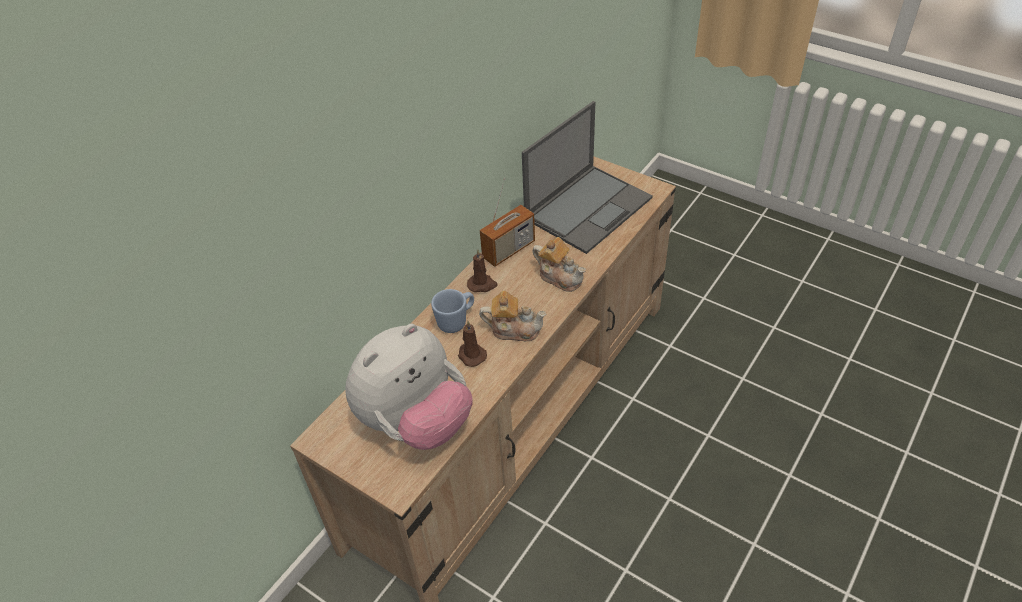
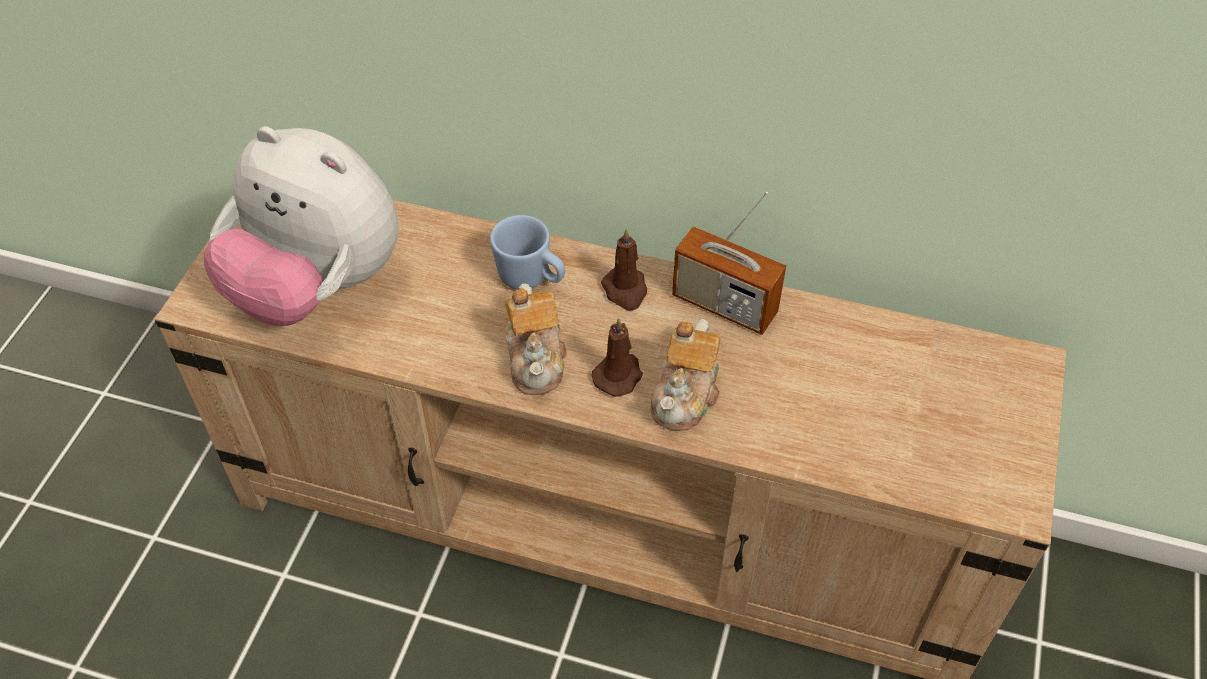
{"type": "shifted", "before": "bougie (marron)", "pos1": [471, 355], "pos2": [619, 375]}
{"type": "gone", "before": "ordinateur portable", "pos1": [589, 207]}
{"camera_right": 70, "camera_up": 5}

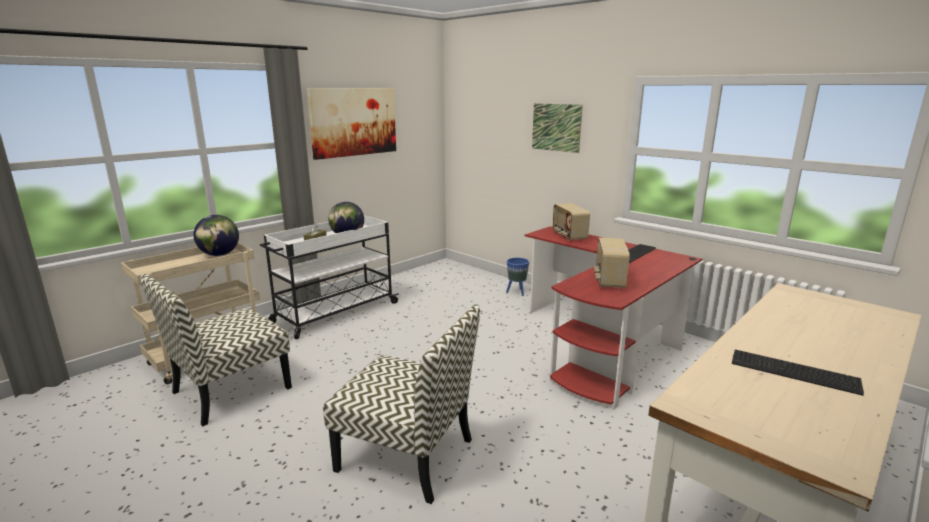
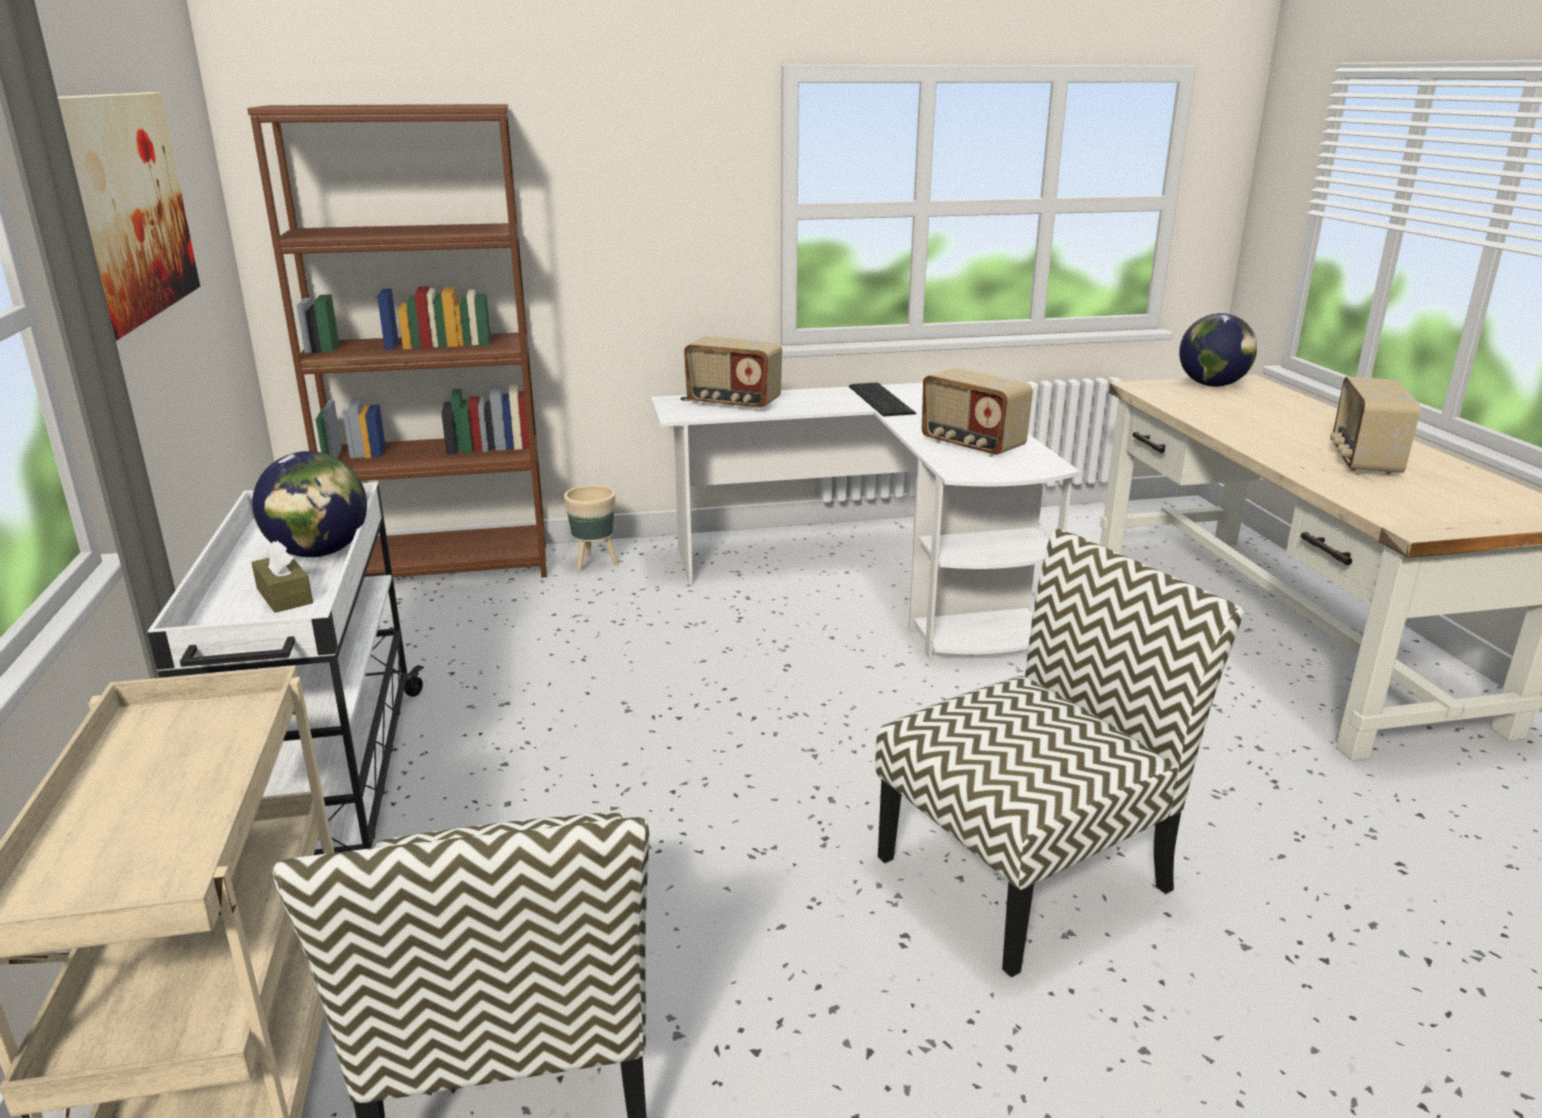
{"type": "new", "after": "bibliothèque (marron)", "pos2": [446, 568]}
{"type": "repainted", "before": "cache-pot (bleu)", "after": "cache-pot (beige)", "pos1": [516, 292], "pos2": [594, 564]}
{"type": "repainted", "before": "bureau (rouge)", "after": "bureau (blanc)", "pos1": [603, 345], "pos2": [876, 579]}
{"type": "shifted", "before": "globe", "pos1": [219, 254], "pos2": [1212, 385]}
{"type": "swapped", "before": "clavier", "after": "radio", "pos1": [795, 372], "pos2": [1363, 461]}
{"type": "gone", "before": "tableau", "pos1": [556, 127]}
{"camera_right": -55, "camera_up": 5}

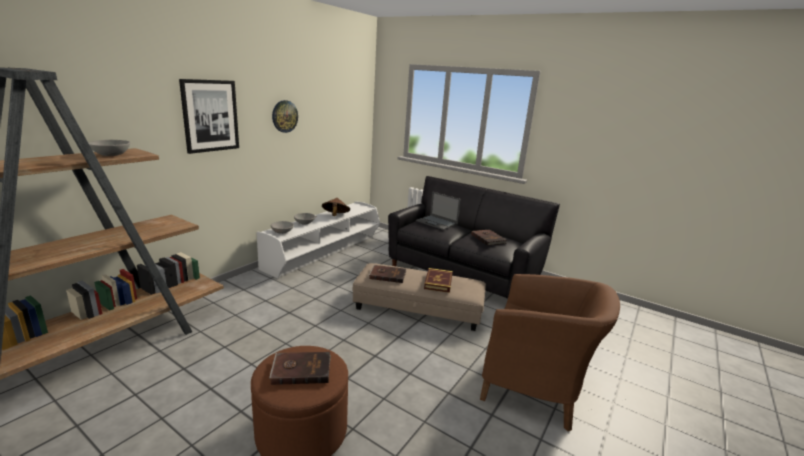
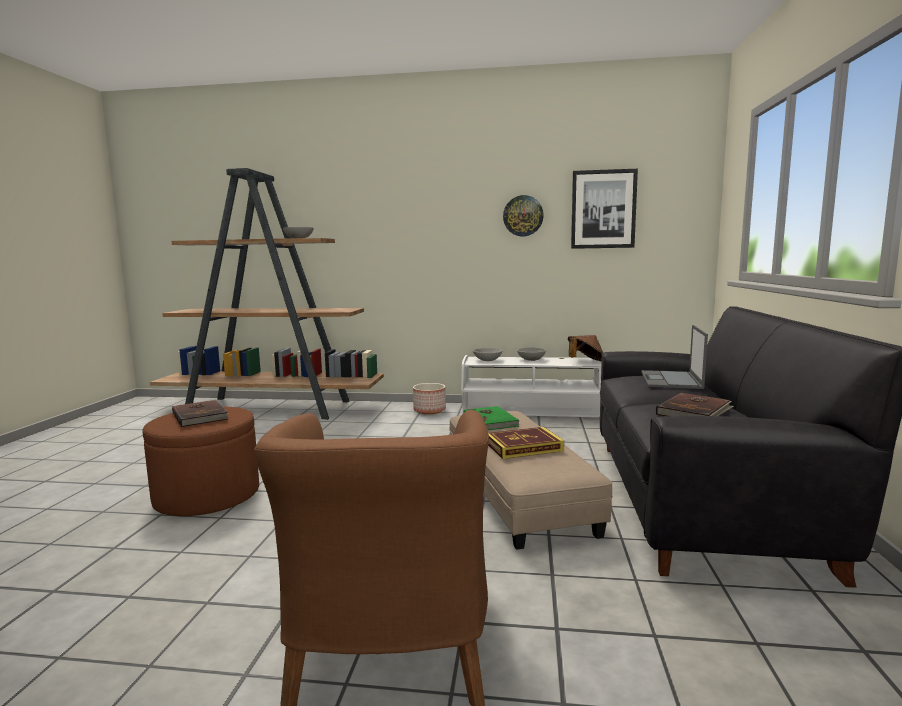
{"type": "new", "after": "cache-pot", "pos2": [430, 410]}
{"type": "repainted", "before": "livre (marron)", "after": "livre (vert)", "pos1": [387, 275], "pos2": [491, 421]}
{"type": "shifted", "before": "tableau", "pos1": [210, 116], "pos2": [603, 209]}
{"camera_right": 65, "camera_up": -10}

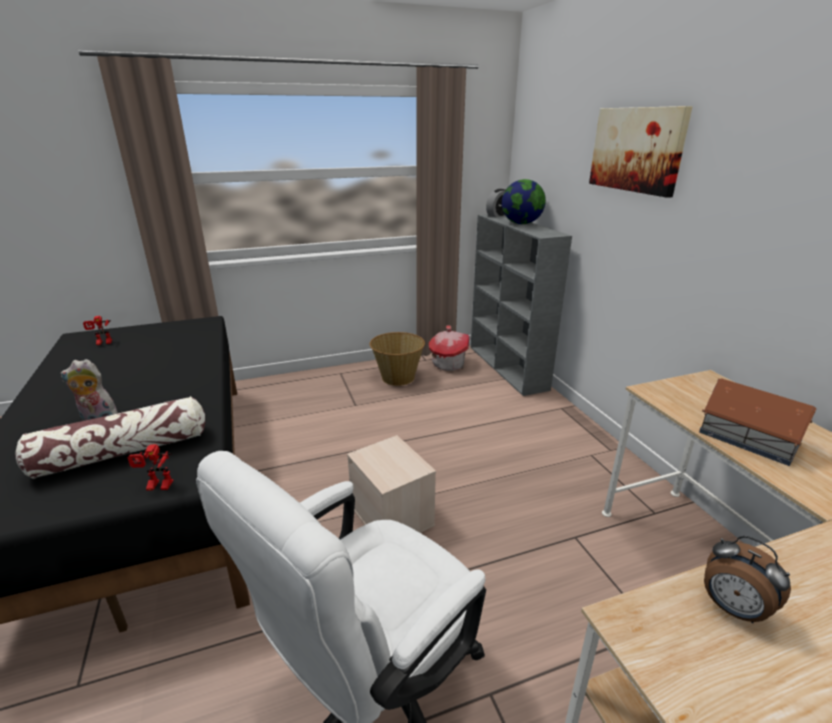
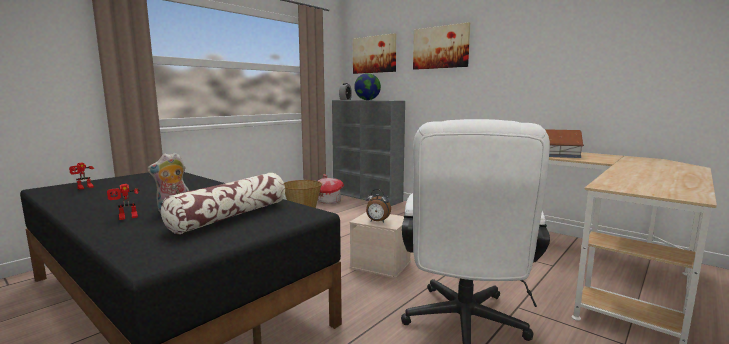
{"type": "shifted", "before": "robot jouet", "pos1": [157, 487], "pos2": [127, 218]}
{"type": "new", "after": "tableau", "pos2": [374, 54]}
{"type": "shifted", "before": "réveil", "pos1": [732, 608], "pos2": [377, 221]}
{"camera_right": -30, "camera_up": -15}

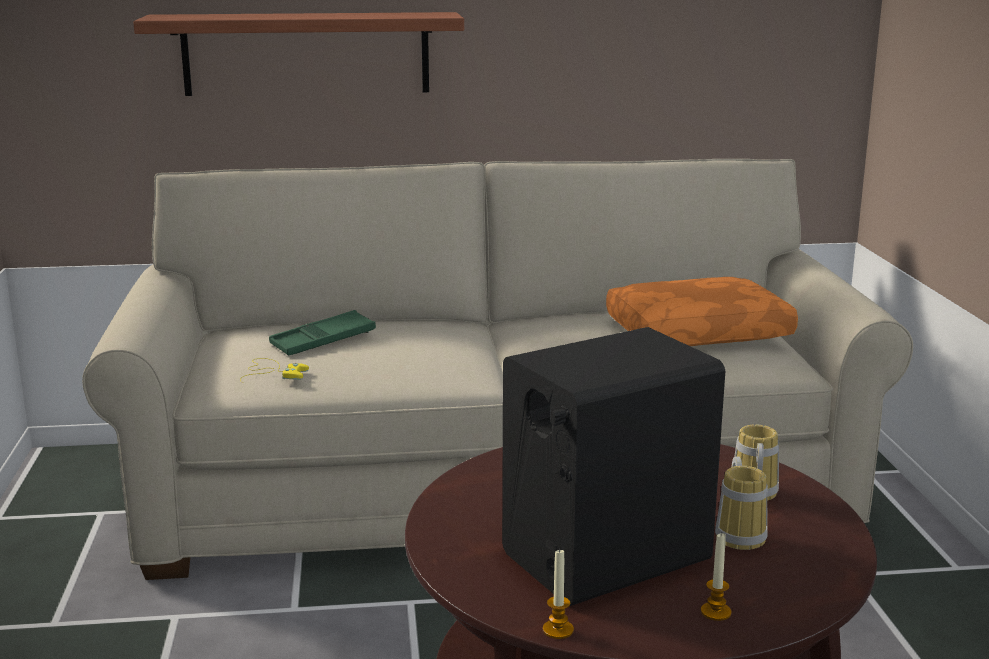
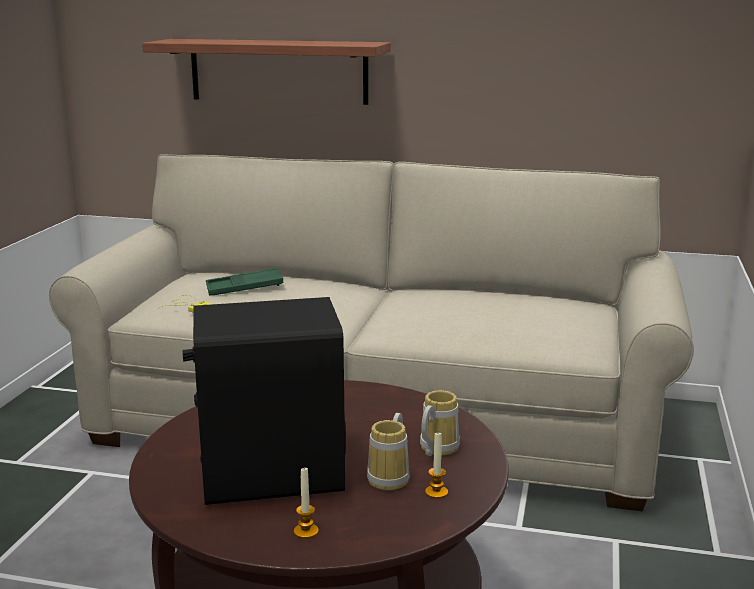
{"type": "shifted", "before": "bougie", "pos1": [558, 630], "pos2": [436, 492]}
{"type": "gone", "before": "coussin (orange)", "pos1": [698, 332]}
{"camera_right": 20, "camera_up": 0}

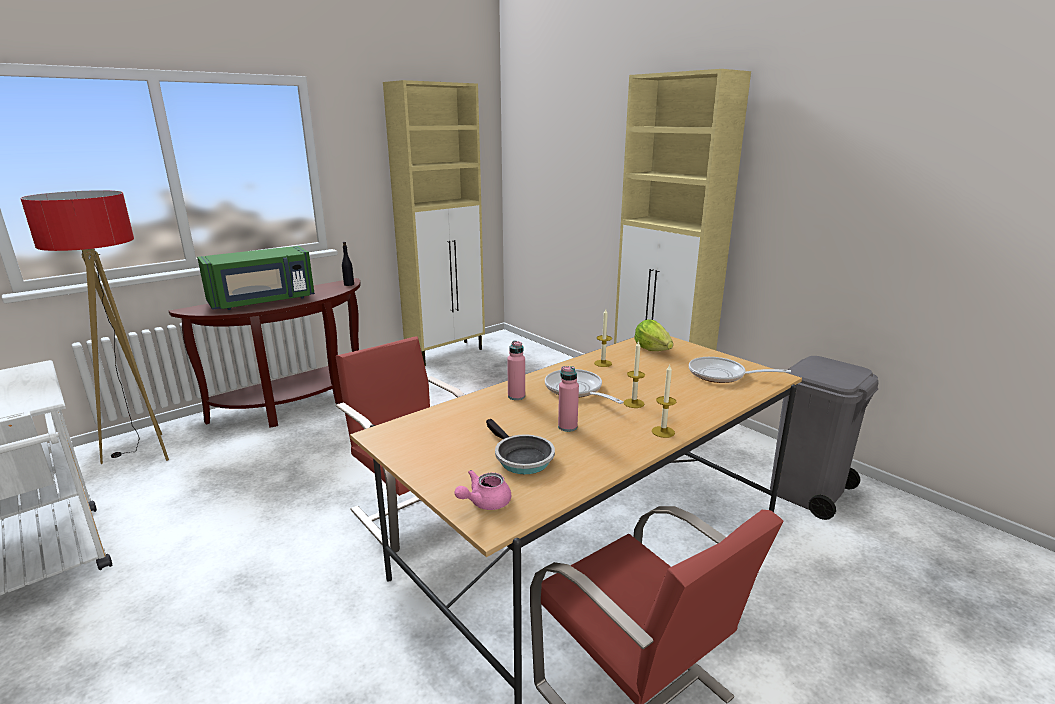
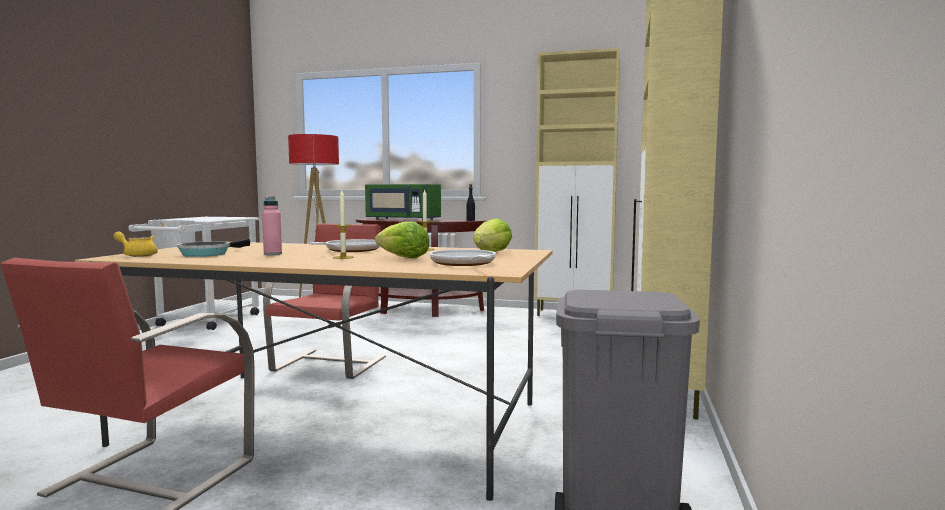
{"type": "repainted", "before": "théière (rose)", "after": "théière (jaune)", "pos1": [484, 502], "pos2": [137, 255]}
{"type": "new", "after": "laitue", "pos2": [403, 258]}
{"type": "gone", "before": "bouteille (rose)", "pos1": [516, 396]}
{"type": "gone", "before": "bougie", "pos1": [663, 432]}
{"camera_right": 55, "camera_up": -15}

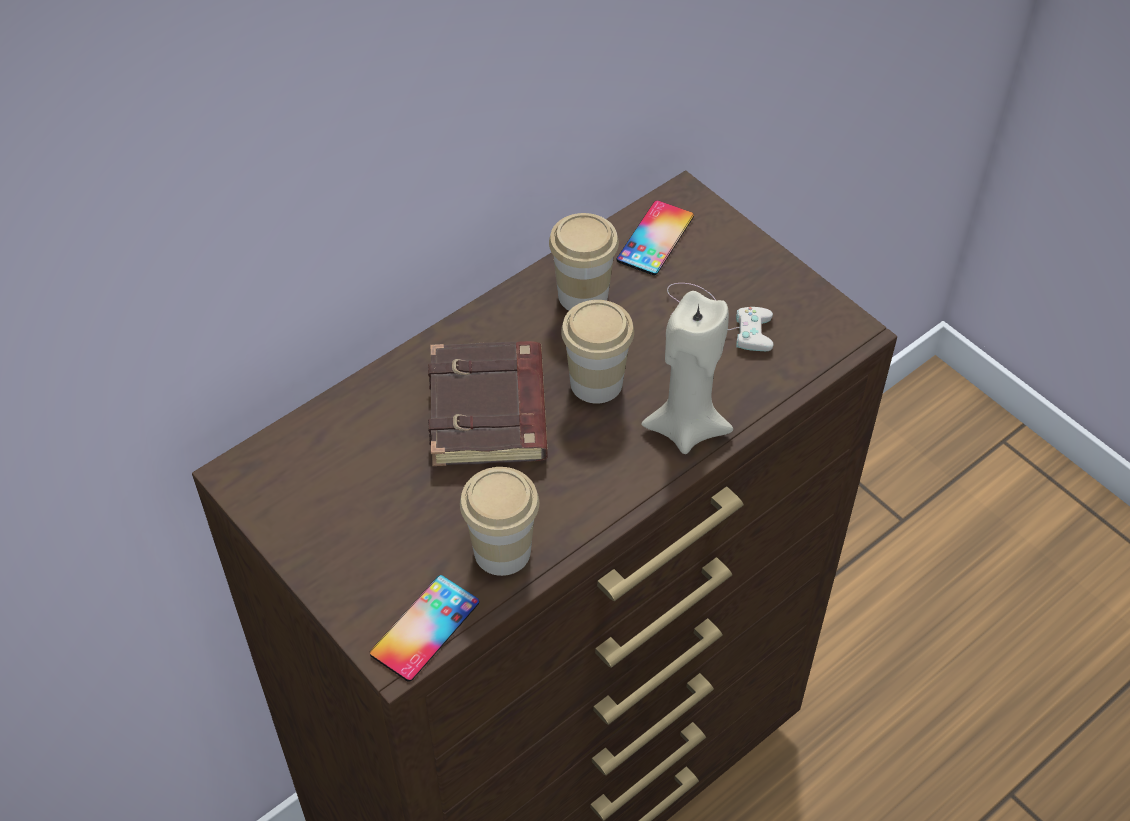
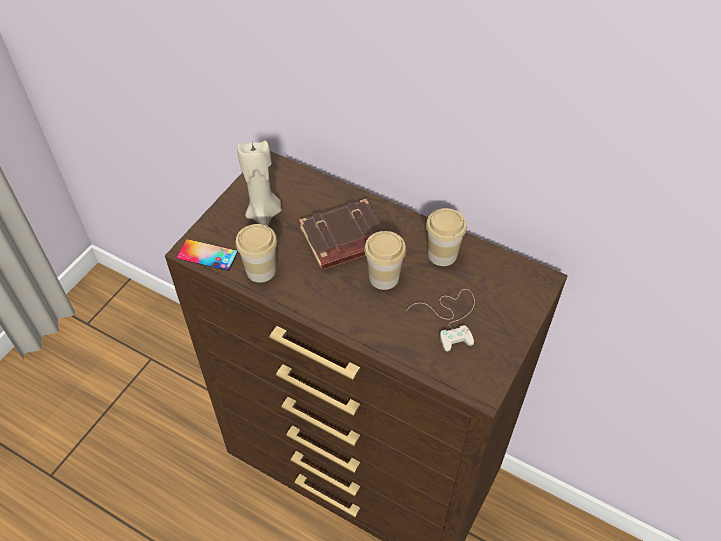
{"type": "shifted", "before": "bougie (beige)", "pos1": [686, 427], "pos2": [264, 214]}
{"type": "gone", "before": "téléphone", "pos1": [655, 238]}
{"camera_right": 70, "camera_up": 0}

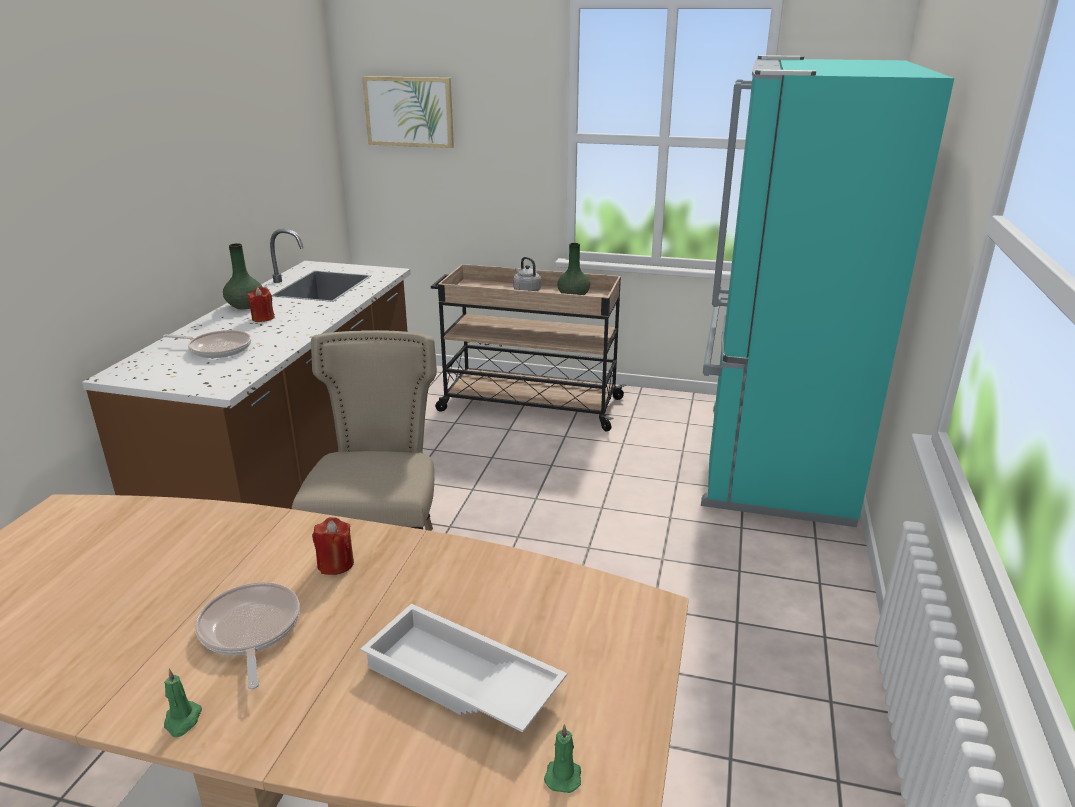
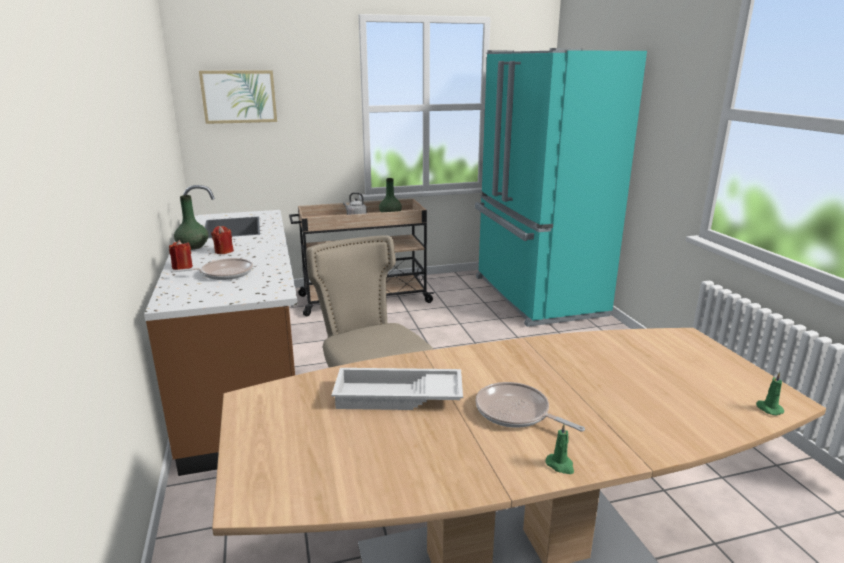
{"type": "shifted", "before": "bougie (rouge)", "pos1": [335, 564], "pos2": [182, 267]}
{"type": "shifted", "before": "plateau (blanc)", "pos1": [459, 682], "pos2": [397, 397]}
{"camera_right": -30, "camera_up": -5}

